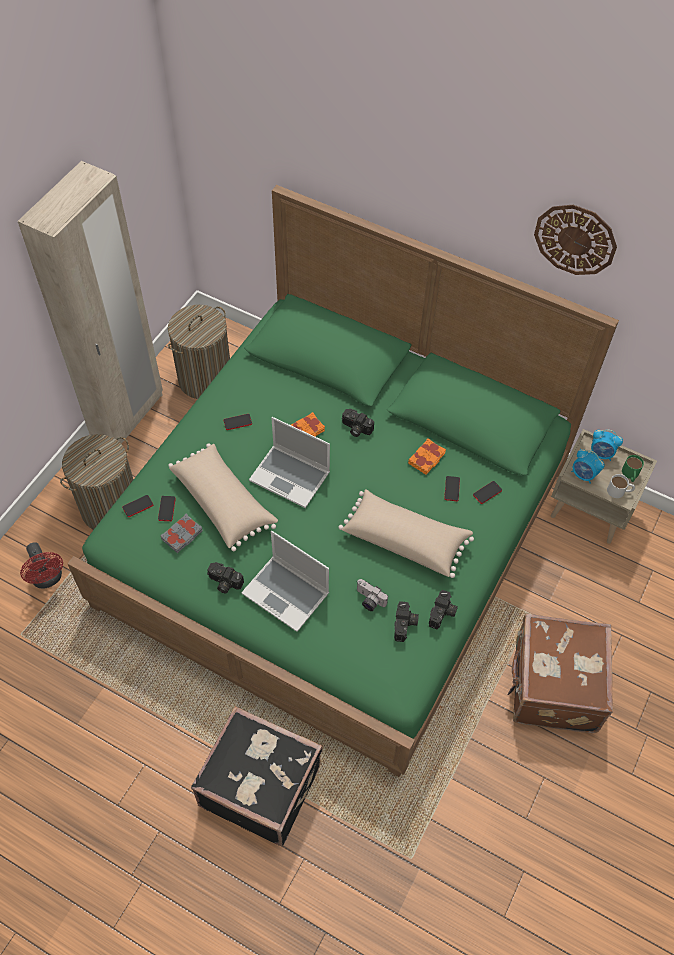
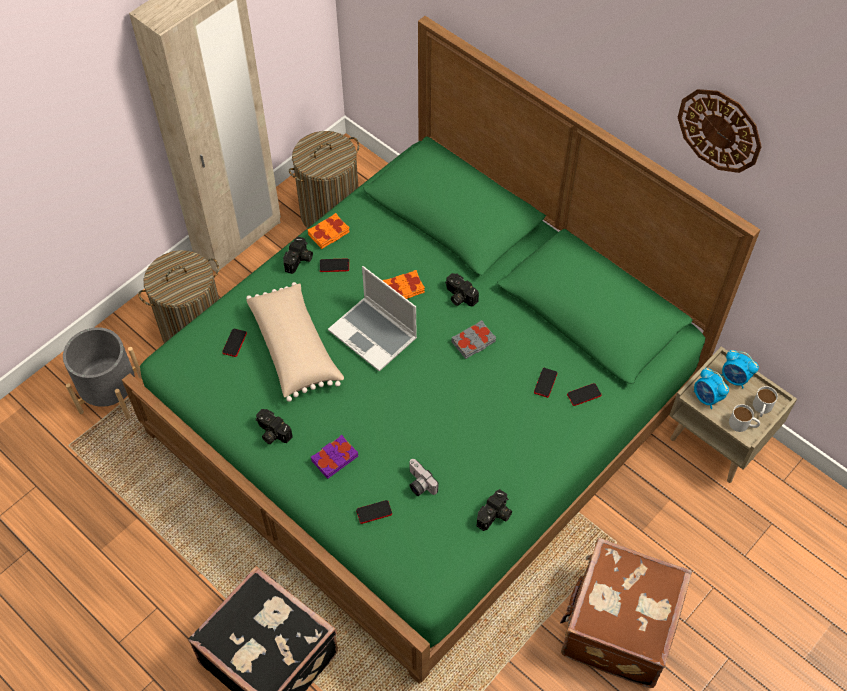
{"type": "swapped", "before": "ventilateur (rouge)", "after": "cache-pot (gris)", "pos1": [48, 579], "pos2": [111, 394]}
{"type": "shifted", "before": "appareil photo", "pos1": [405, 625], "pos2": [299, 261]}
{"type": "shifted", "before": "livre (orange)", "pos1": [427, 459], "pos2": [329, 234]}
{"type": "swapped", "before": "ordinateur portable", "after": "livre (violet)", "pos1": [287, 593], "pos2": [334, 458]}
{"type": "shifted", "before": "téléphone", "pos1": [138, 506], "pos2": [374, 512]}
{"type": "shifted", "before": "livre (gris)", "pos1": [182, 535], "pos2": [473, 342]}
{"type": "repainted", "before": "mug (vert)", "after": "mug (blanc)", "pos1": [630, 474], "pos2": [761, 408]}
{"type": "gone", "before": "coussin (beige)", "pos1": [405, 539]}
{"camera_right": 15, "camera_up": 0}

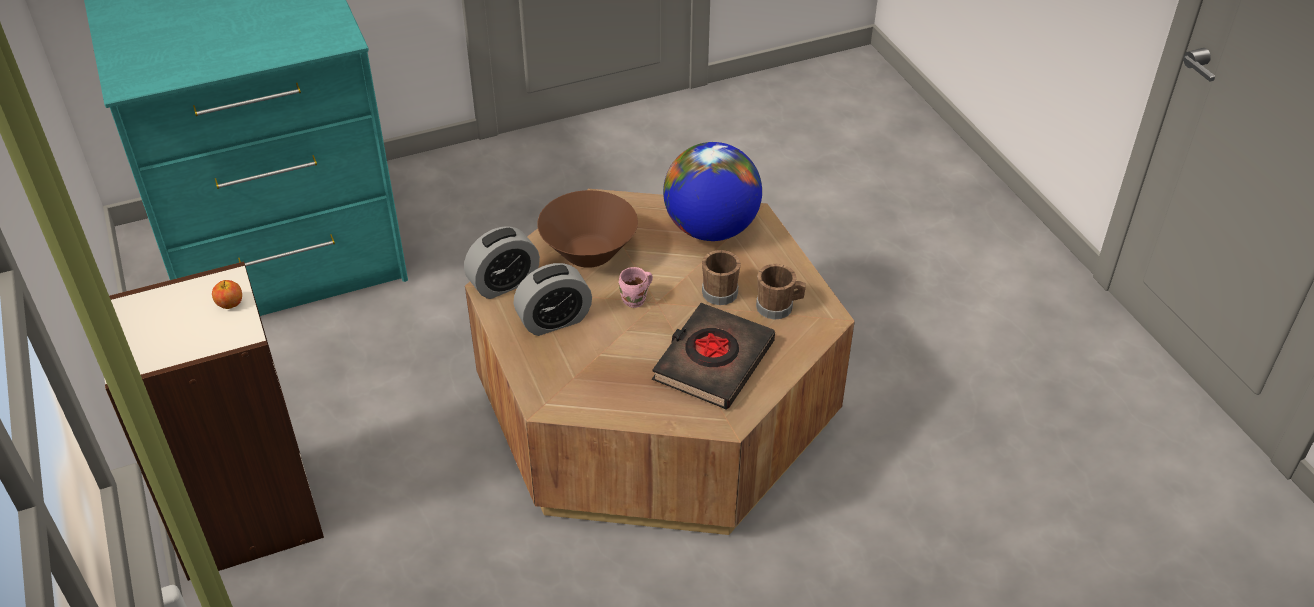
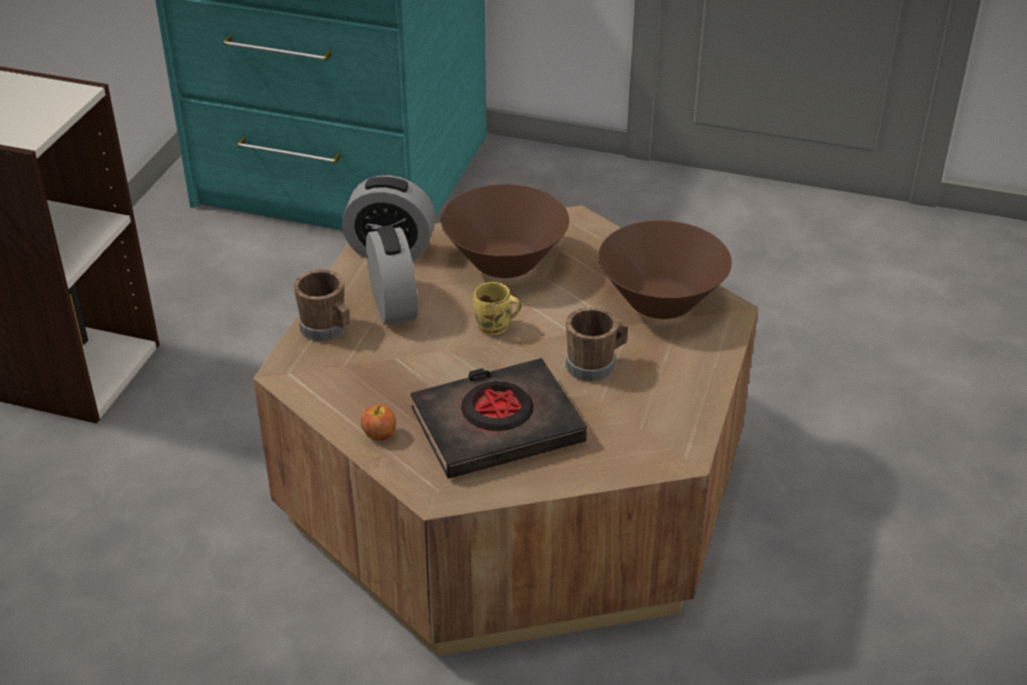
{"type": "shifted", "before": "mug (marron)", "pos1": [779, 307], "pos2": [327, 330]}
{"type": "shifted", "before": "pomme", "pos1": [230, 304], "pos2": [379, 435]}
{"type": "rotated", "before": "réveil", "pos1": [554, 320], "pos2": [393, 305], "turn": -120}
{"type": "repainted", "before": "mug (rose)", "after": "mug (jaune)", "pos1": [636, 300], "pos2": [495, 328]}
{"type": "swapped", "before": "globe", "after": "bol (marron)", "pos1": [711, 229], "pos2": [661, 302]}
{"camera_right": 40, "camera_up": -5}

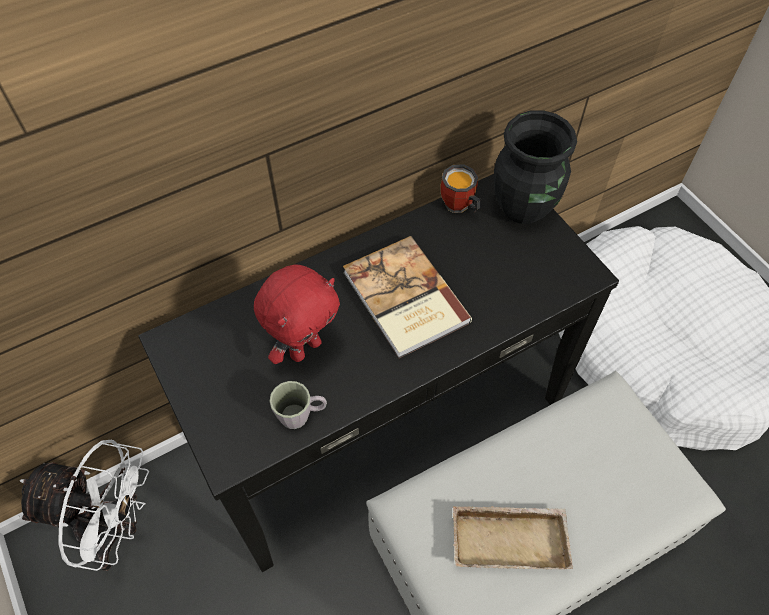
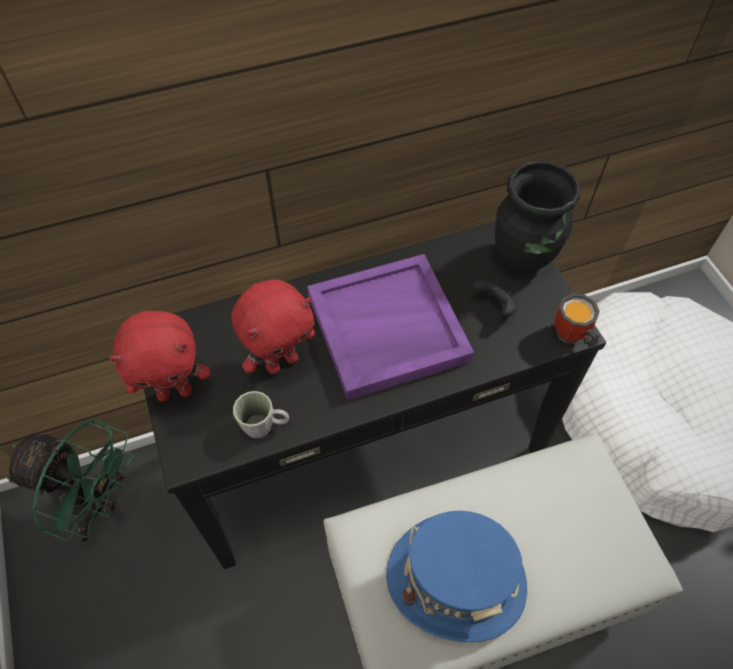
{"type": "repainted", "before": "ventilateur (blanc)", "after": "ventilateur (vert)", "pos1": [115, 530], "pos2": [97, 505]}
{"type": "new", "after": "peluche (rouge)", "pos2": [175, 391]}
{"type": "swapped", "before": "livre", "after": "plateau (violet)", "pos1": [404, 299], "pos2": [386, 329]}
{"type": "swapped", "before": "plateau (beige)", "after": "chapeau (bleu)", "pos1": [510, 537], "pos2": [456, 580]}
{"type": "new", "after": "manette (noir)", "pos2": [495, 306]}
{"type": "shifted", "before": "mug", "pos1": [458, 207], "pos2": [570, 337]}
{"camera_right": 10, "camera_up": 0}

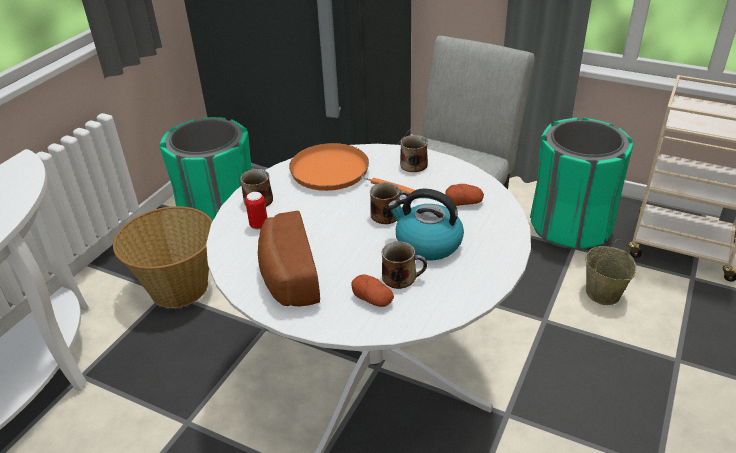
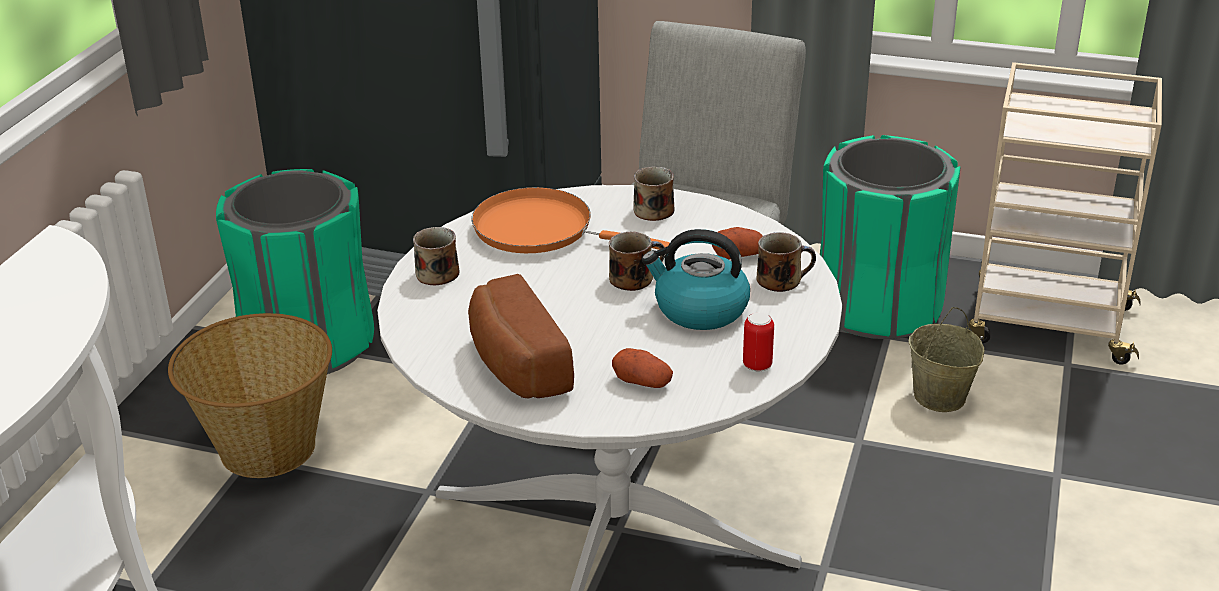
{"type": "shifted", "before": "boîte métallique", "pos1": [259, 225], "pos2": [757, 365]}
{"type": "shifted", "before": "mug", "pos1": [401, 277], "pos2": [781, 279]}
{"camera_right": -10, "camera_up": -5}

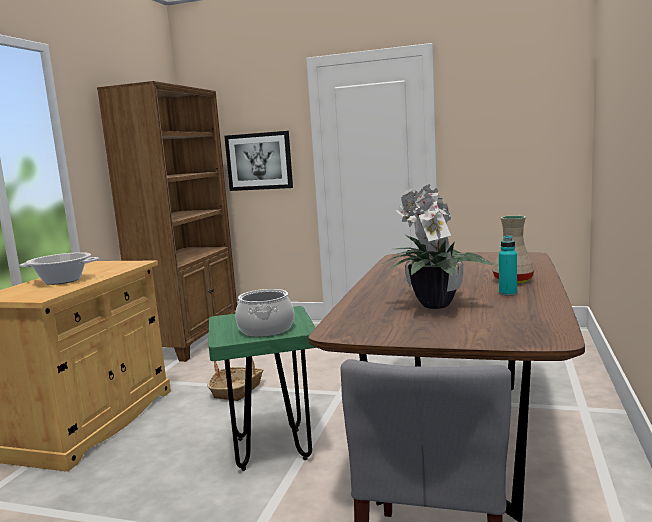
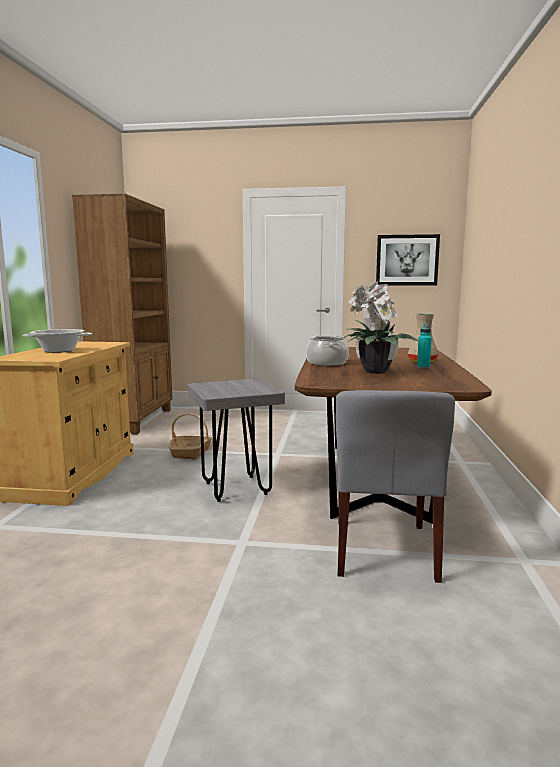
{"type": "repainted", "before": "tabouret (vert)", "after": "tabouret (gris)", "pos1": [272, 448], "pos2": [236, 488]}
{"type": "shifted", "before": "marmite", "pos1": [266, 329], "pos2": [327, 363]}
{"type": "shifted", "before": "tableau", "pos1": [259, 161], "pos2": [407, 260]}
{"camera_right": -10, "camera_up": 0}

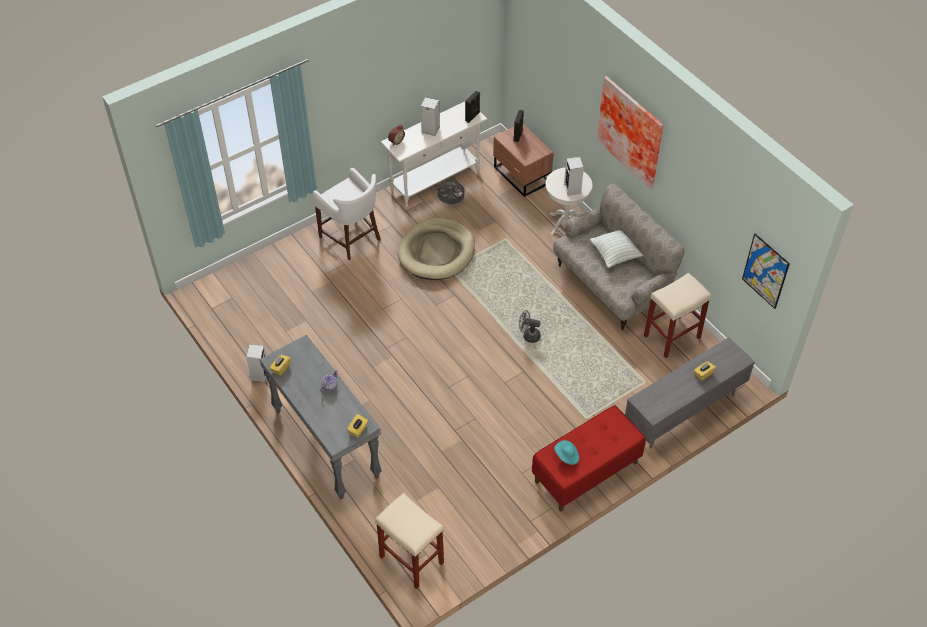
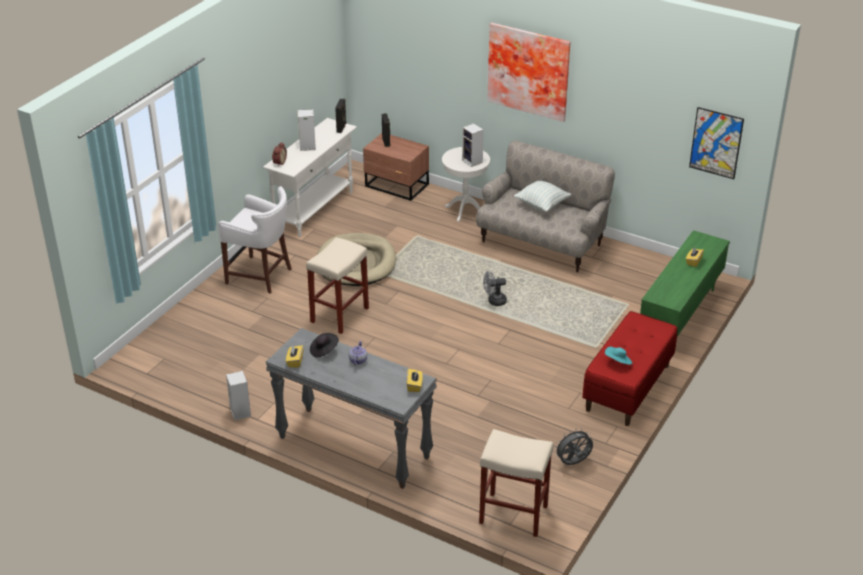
{"type": "shifted", "before": "tabouret (beige)", "pos1": [671, 337], "pos2": [339, 315]}
{"type": "new", "after": "chapeau (noir)", "pos2": [323, 351]}
{"type": "shifted", "before": "ventilateur (gris)", "pos1": [450, 203], "pos2": [573, 463]}
{"type": "repainted", "before": "meuble télé (gris)", "after": "meuble télé (vert)", "pos1": [683, 412], "pos2": [679, 316]}
{"camera_right": -25, "camera_up": -15}

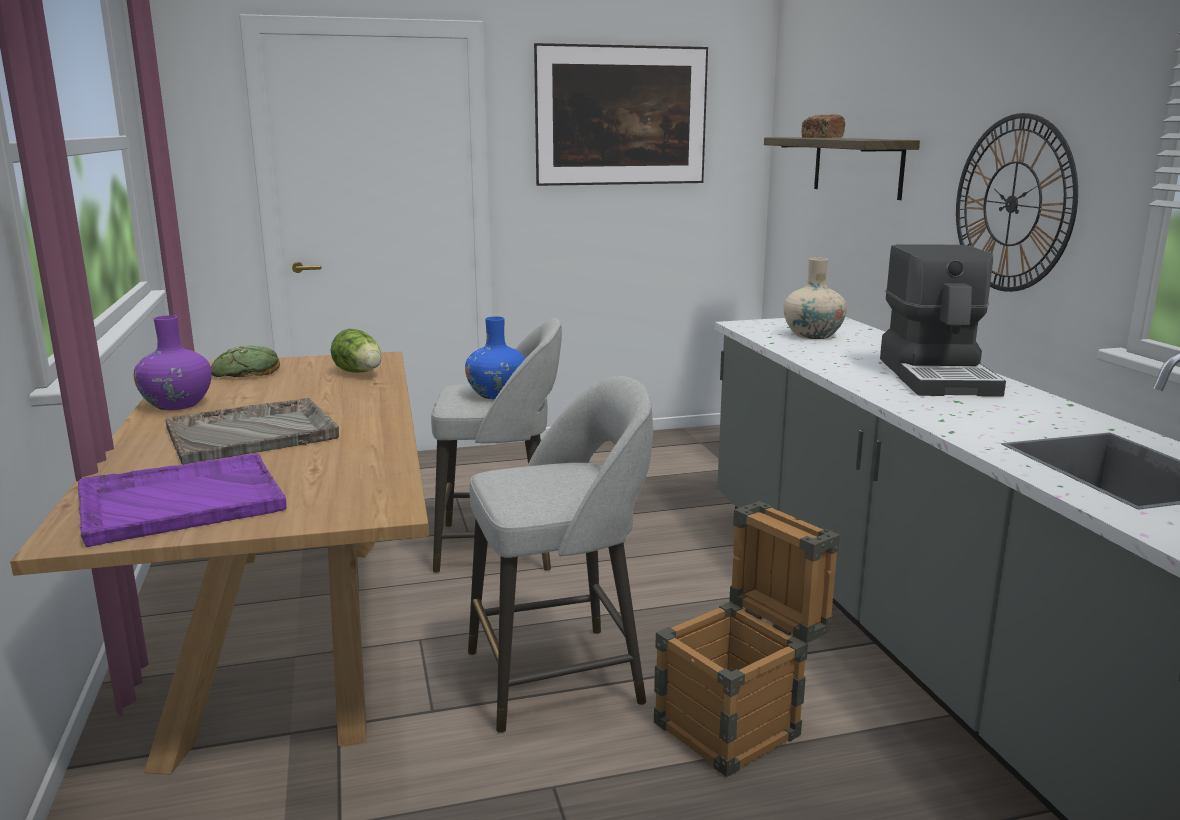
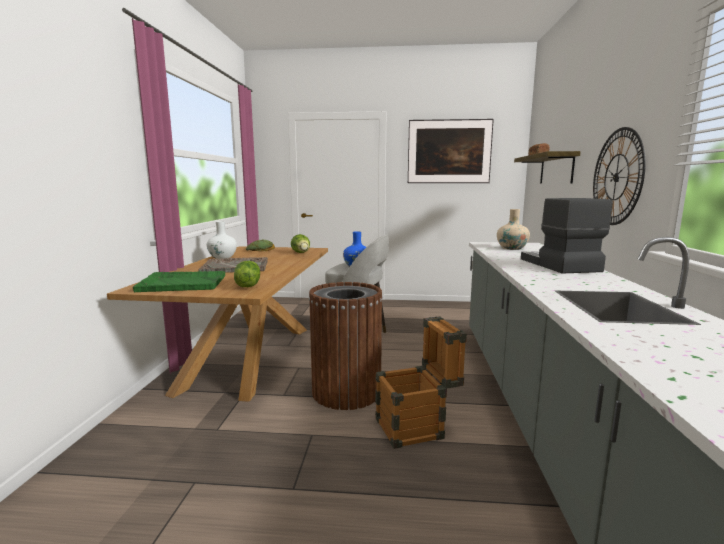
{"type": "repainted", "before": "plateau (violet)", "after": "plateau (vert)", "pos1": [179, 501], "pos2": [182, 283]}
{"type": "repainted", "before": "vase (violet)", "after": "vase (blanc)", "pos1": [177, 404], "pos2": [222, 257]}
{"type": "new", "after": "laitue", "pos2": [247, 285]}
{"type": "swapped", "before": "tabouret (gris)", "after": "poubelle (marron)", "pos1": [560, 676], "pos2": [346, 391]}
{"type": "rotated", "before": "machine à café", "pos1": [938, 376], "pos2": [558, 265], "turn": 150}
{"camera_right": 20, "camera_up": -5}

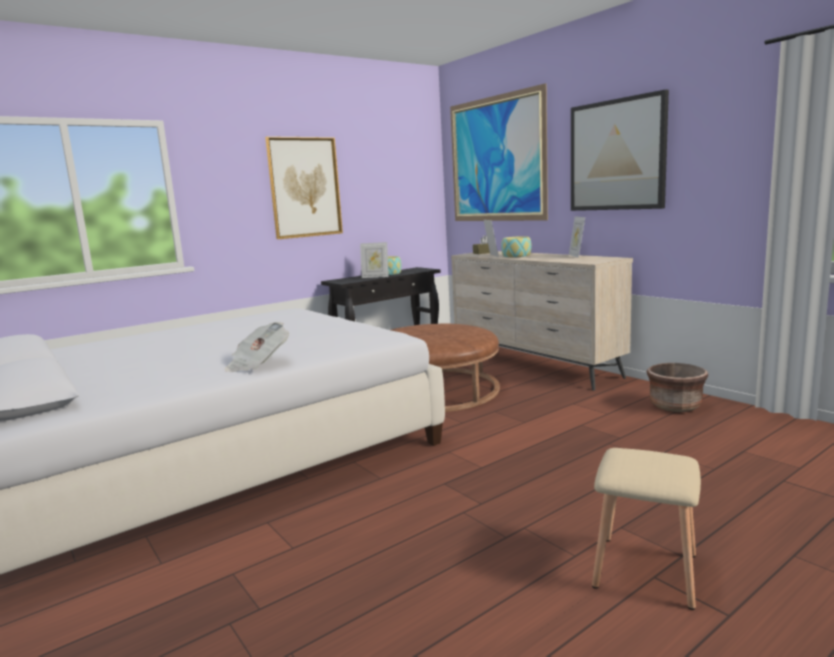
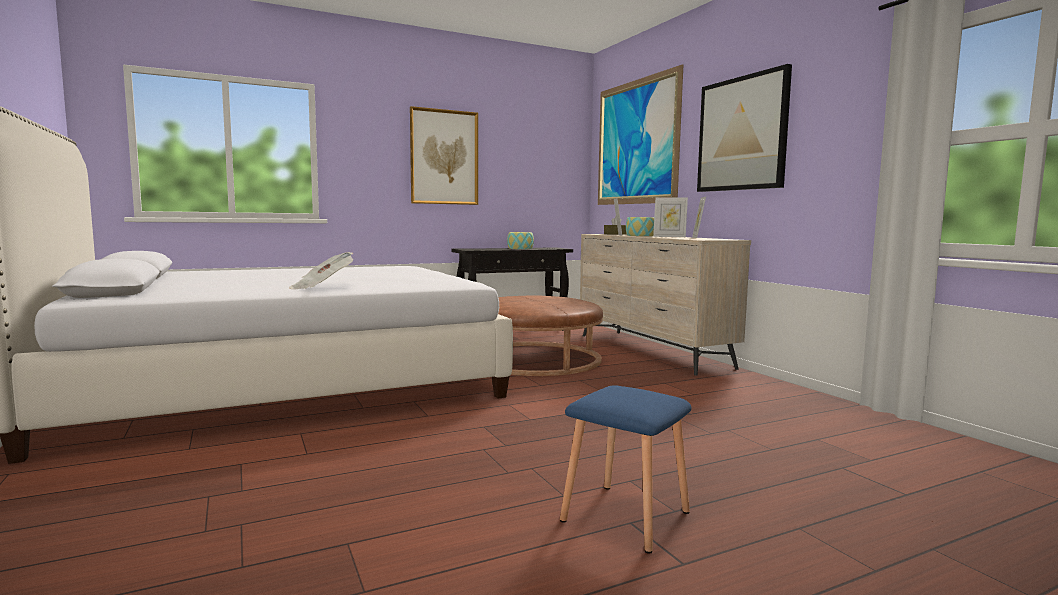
{"type": "repainted", "before": "tabouret (beige)", "after": "tabouret (bleu)", "pos1": [643, 570], "pos2": [623, 516]}
{"type": "shifted", "before": "cadre photo", "pos1": [375, 277], "pos2": [669, 237]}
{"type": "gone", "before": "cache-pot (marron)", "pos1": [675, 406]}
{"camera_right": 10, "camera_up": -5}

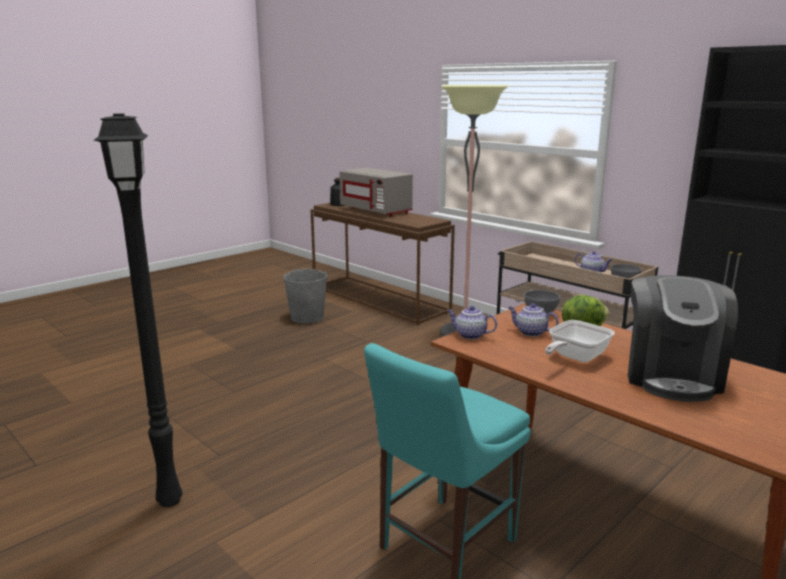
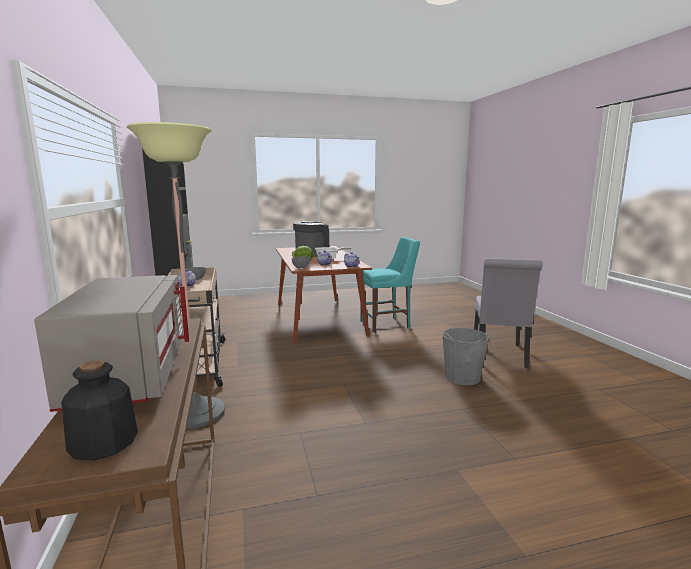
{"type": "shifted", "before": "seau (gris)", "pos1": [307, 317], "pos2": [462, 377]}
{"type": "swapped", "before": "lampadaire (noir)", "after": "chaise (gris)", "pos1": [171, 499], "pos2": [498, 356]}
{"camera_right": -150, "camera_up": -5}

